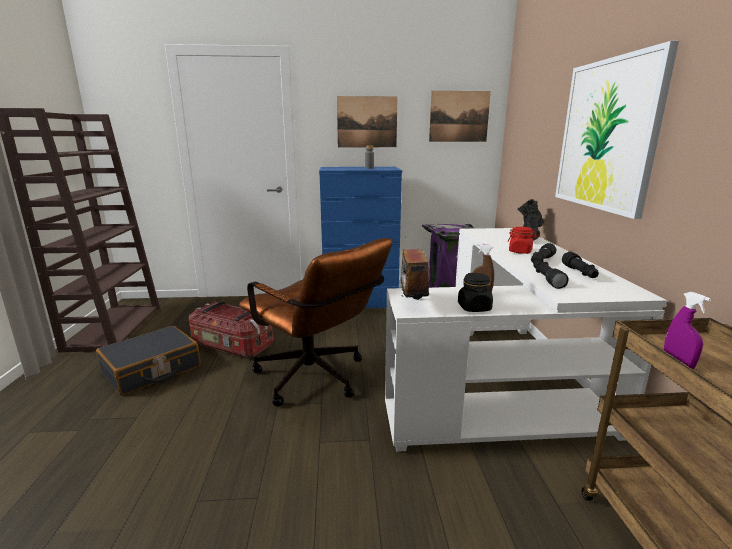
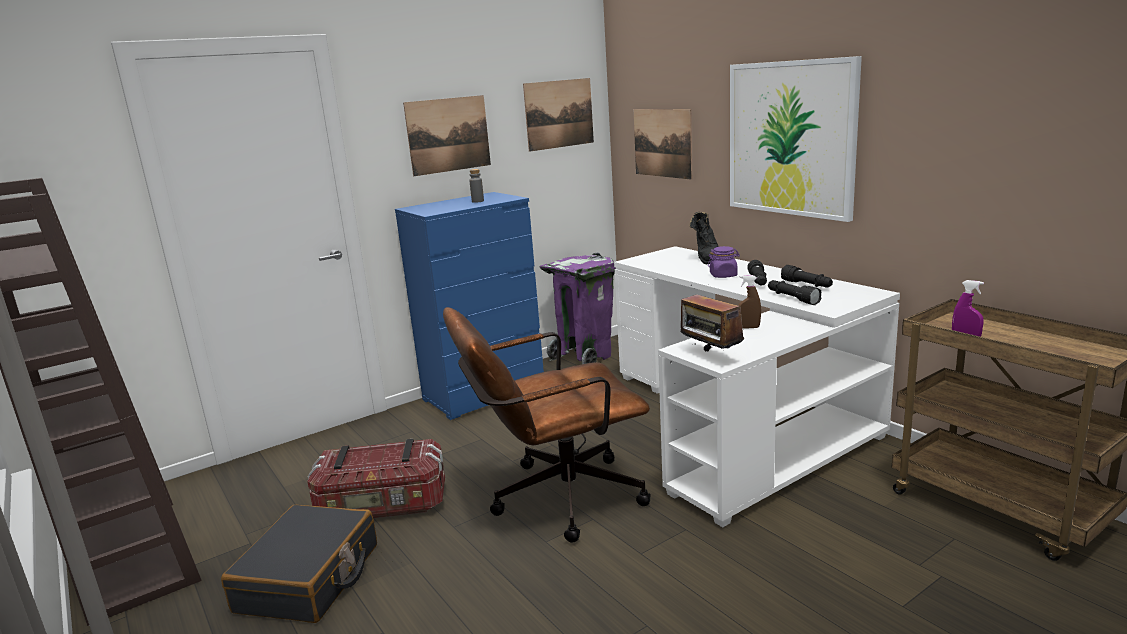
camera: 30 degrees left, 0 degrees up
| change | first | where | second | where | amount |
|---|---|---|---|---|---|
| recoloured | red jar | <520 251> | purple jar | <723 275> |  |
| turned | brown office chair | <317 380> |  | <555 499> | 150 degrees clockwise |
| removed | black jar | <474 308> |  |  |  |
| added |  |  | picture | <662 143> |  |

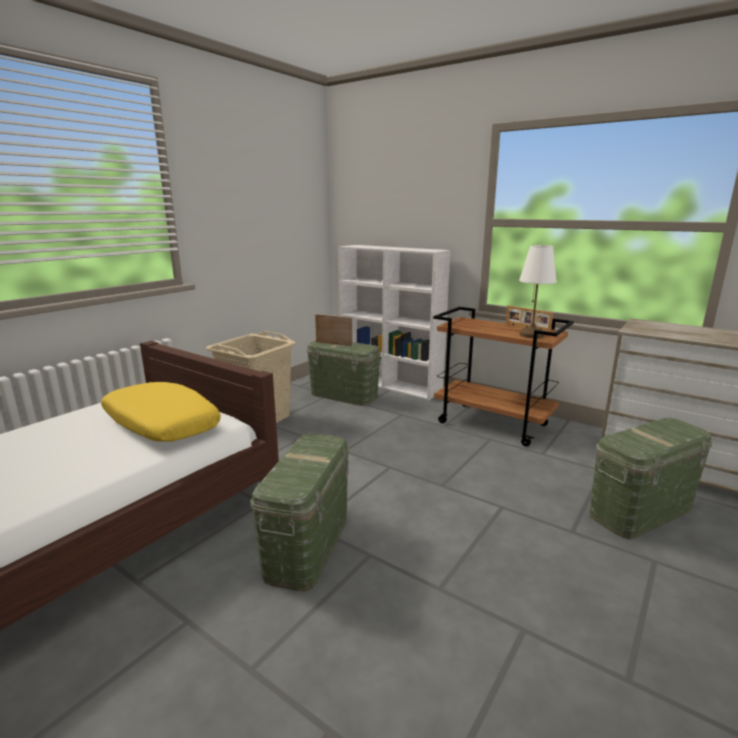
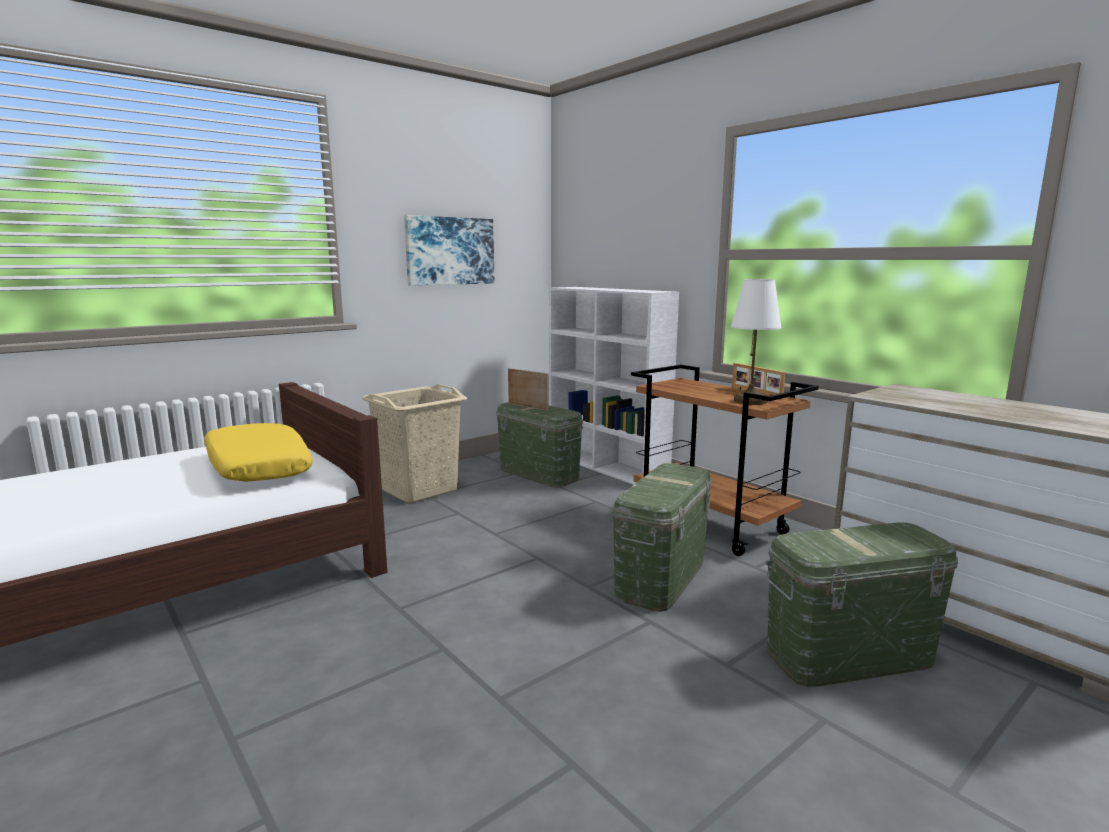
camera: 15 degrees right, 5 degrees down
| change | first | where | second | where | amount |
|---|---|---|---|---|---|
| moved | green storage box | <307 545> |  | <661 578> |  |
| added |  |  | picture | <449 251> |  |

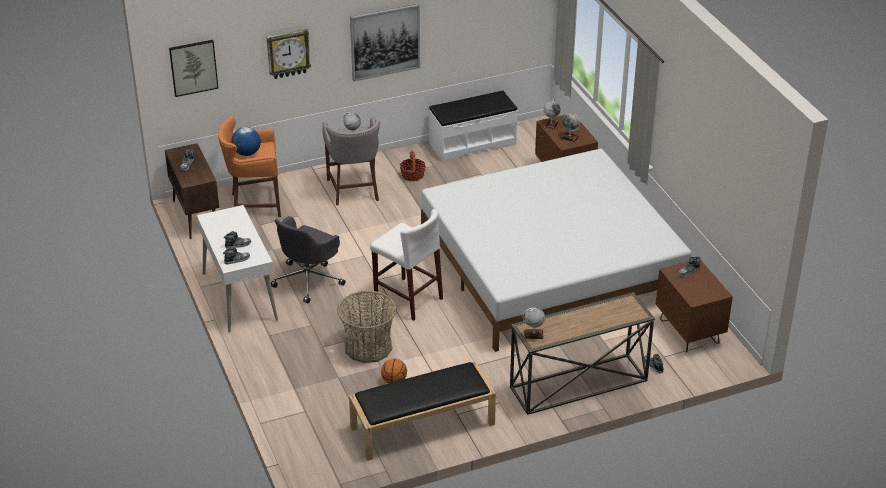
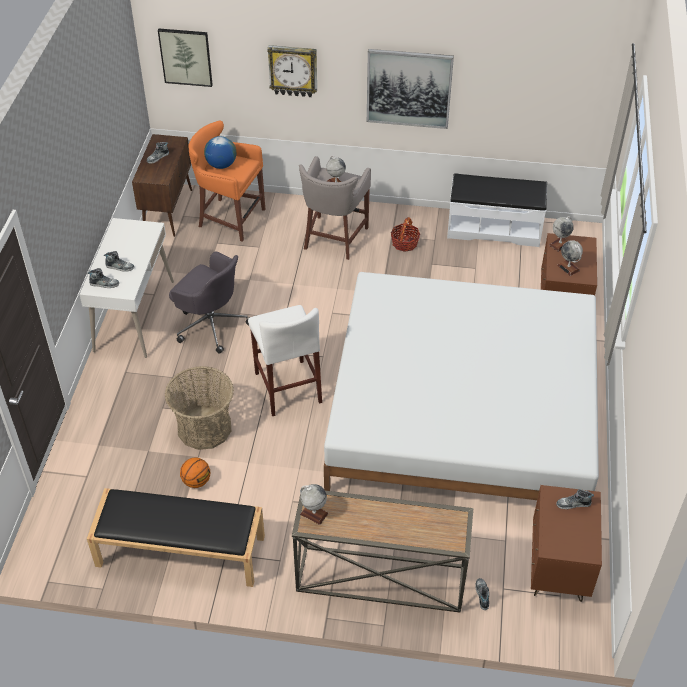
camera: 30 degrees right, 10 degrees up
| change | first | where | second | where | amount |
|---|---|---|---|---|---|
| turned | grey office chair | <308 280> |  | <211 324> | 120 degrees counterclockwise |

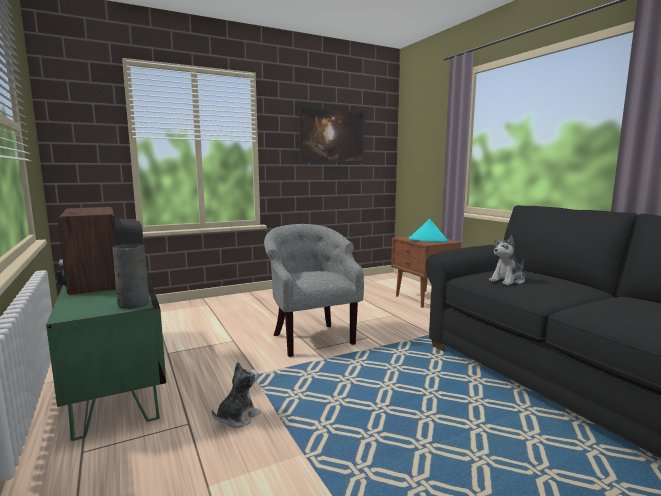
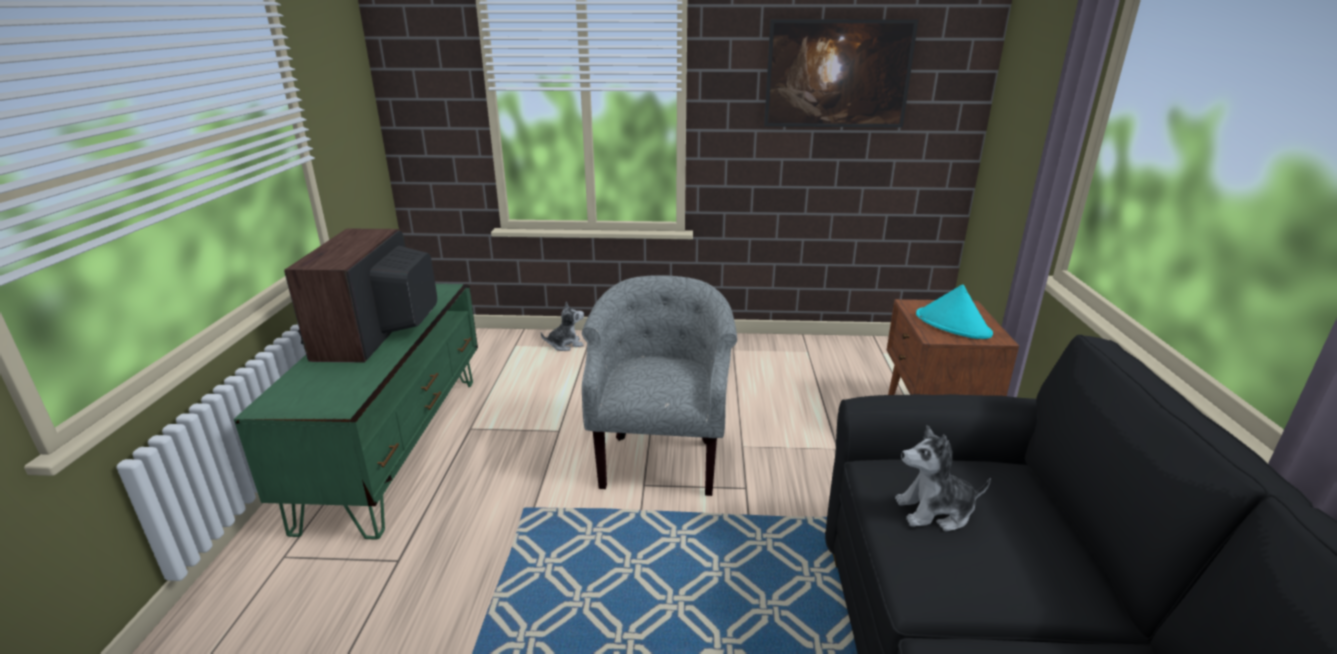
camera: 30 degrees right, 15 degrees up
| change | first | where | second | where | amount |
|---|---|---|---|---|---|
| removed | grey vase | <132 304> |  |  |  |
| moved | plush toy | <237 417> |  | <565 344> |  |

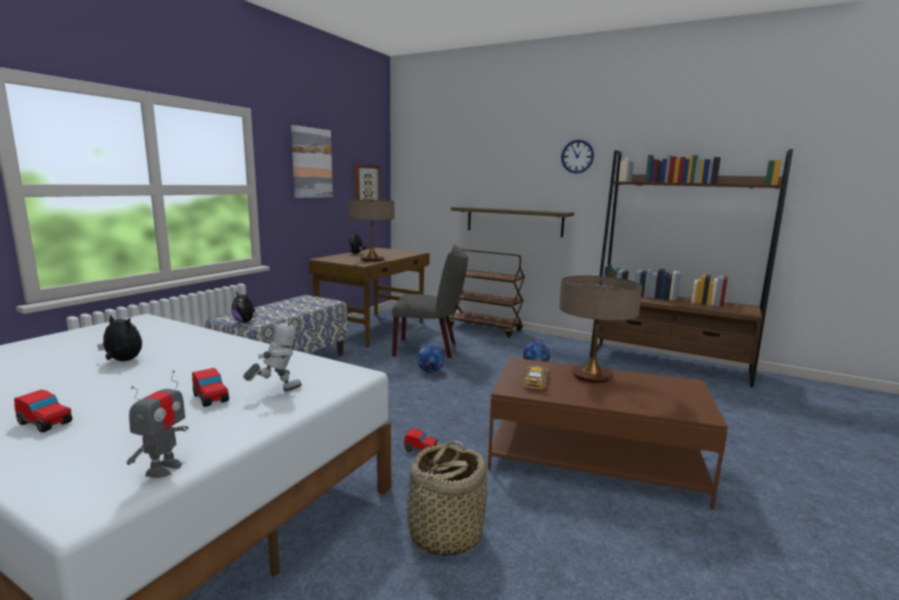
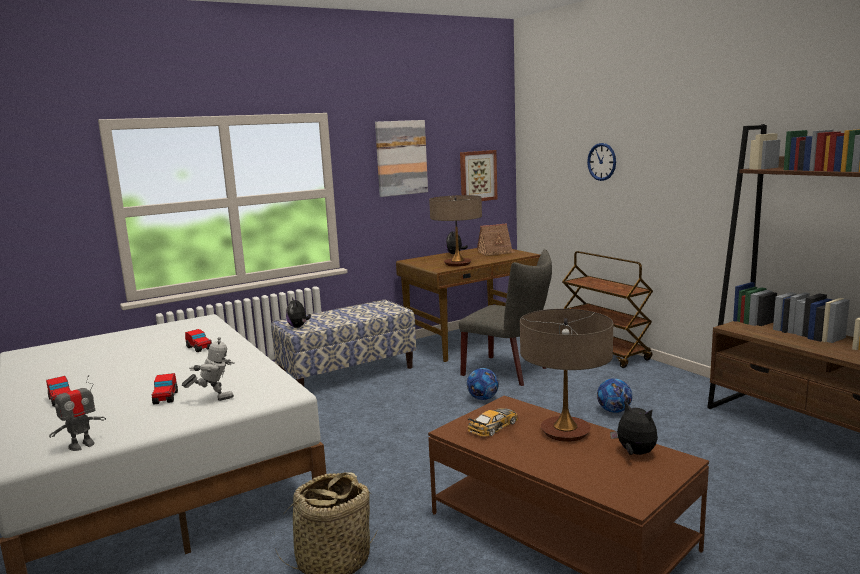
camera: 30 degrees right, 0 degrees up
| change | first | where | second | where | amount |
|---|---|---|---|---|---|
| moved | wall clock | <577 156> |  | <601 162> |  |
| removed | shelf | <514 221> |  |  |  |
| moved | plush toy | <122 361> |  | <635 453> |  |
| moved | toy car | <421 449> |  | <199 348> |  |
| added |  |  | toy house | <496 252> |  |

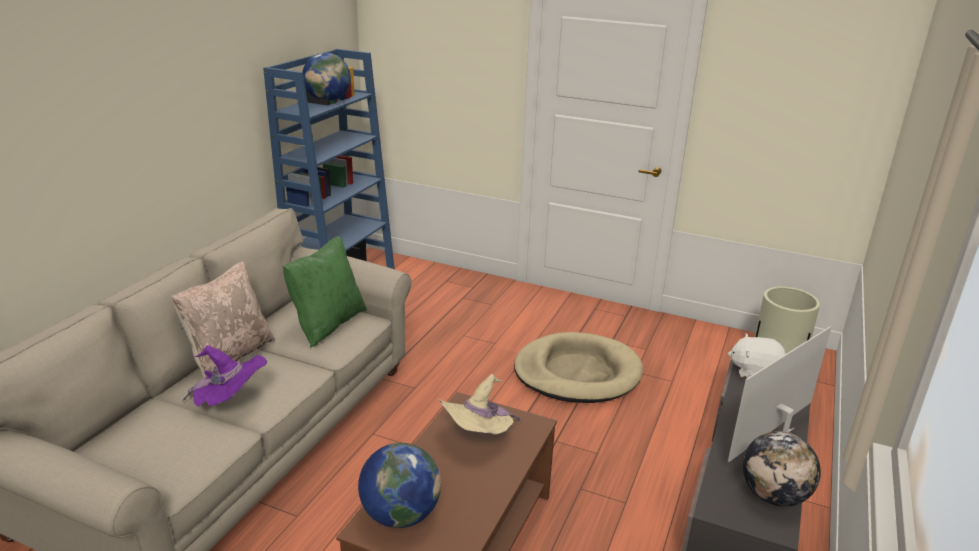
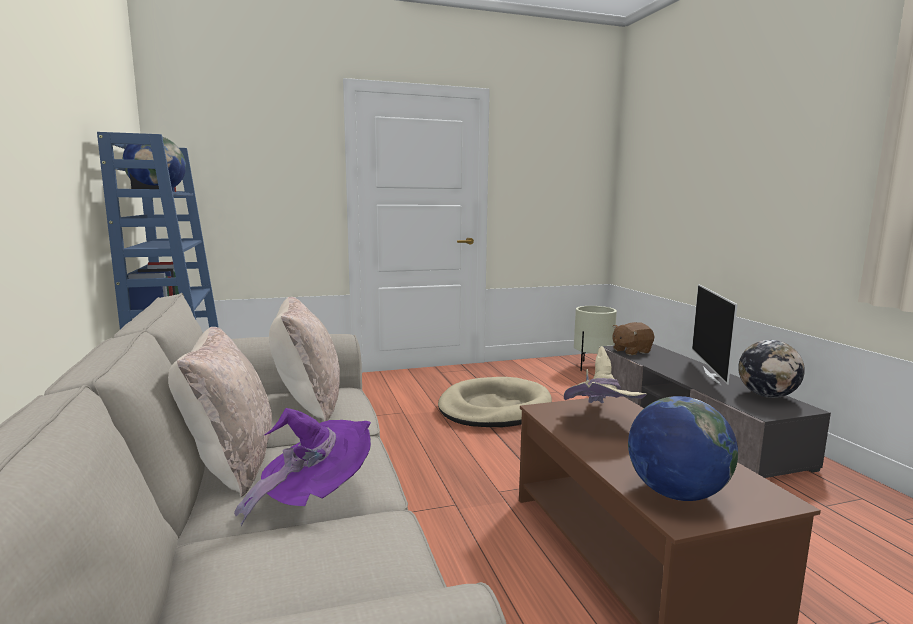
camera: 40 degrees left, 15 degrees down
| change | first | where | second | where | amount |
|---|---|---|---|---|---|
| recoloured | green pillow | <327 324> | beige pillow | <308 403> |  |
| recoloured | white plush toy | <755 372> | brown plush toy | <631 351> |  |

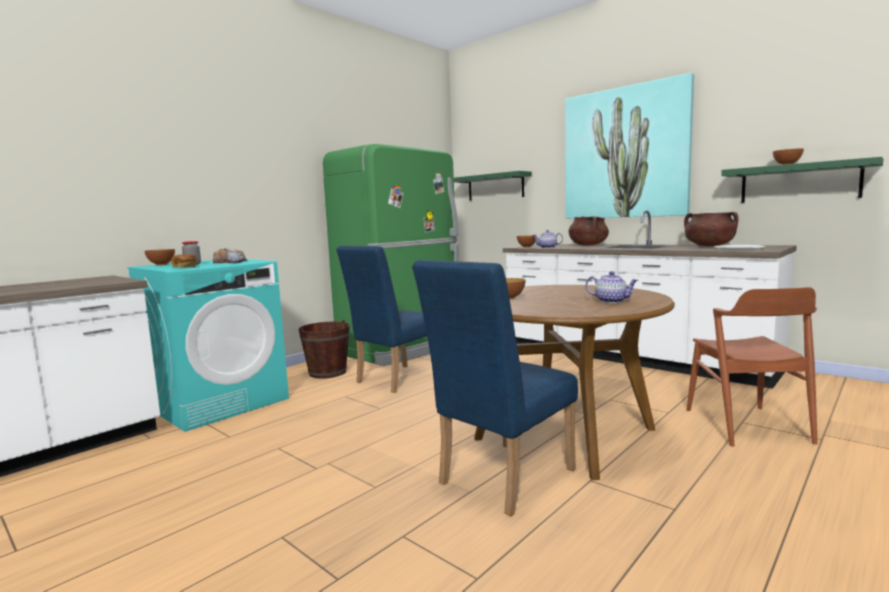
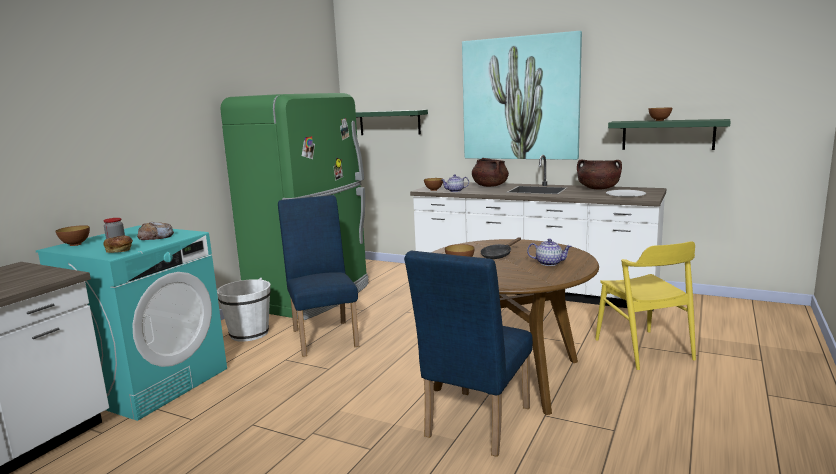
camera: 15 degrees left, 5 degrees up
| change | first | where | second | where | amount |
|---|---|---|---|---|---|
| turned | blue chair | <394 380> |  | <324 335> | 135 degrees clockwise |
| recoloured | brown chair | <746 425> | yellow chair | <643 349> |  |
| recoloured | brown bucket | <327 372> | white bucket | <249 333> |  |
| added |  |  | black frying pan | <498 255> |  |

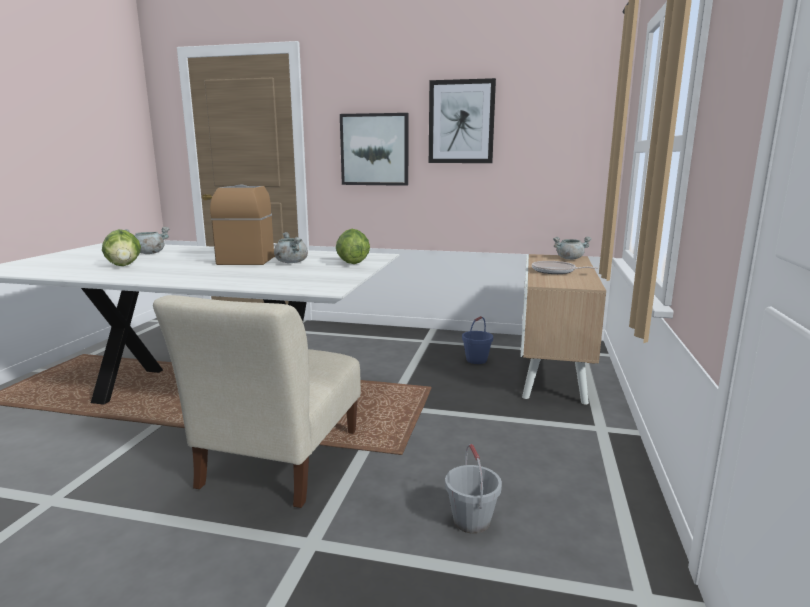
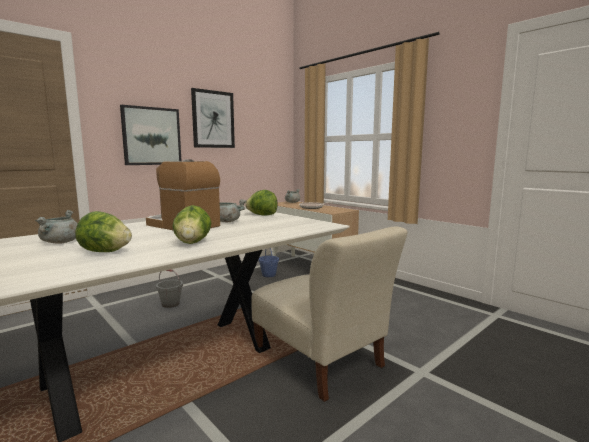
camera: 55 degrees left, 5 degrees down
| change | first | where | second | where | amount |
|---|---|---|---|---|---|
| moved | grey bucket | <472 521> |  | <171 304> |  |
| added |  |  | lettuce | <193 243> |  |

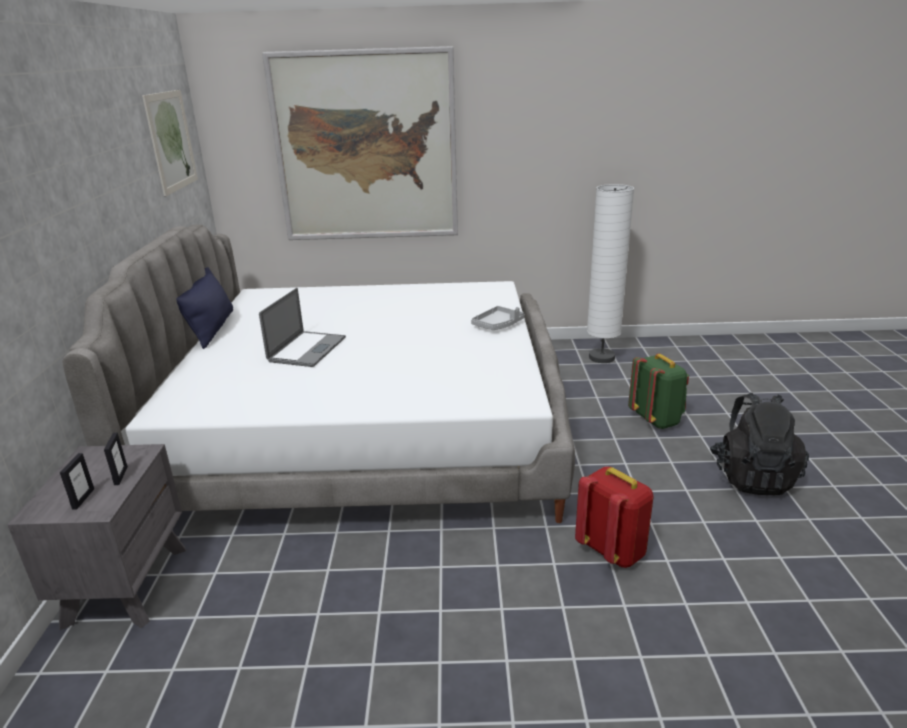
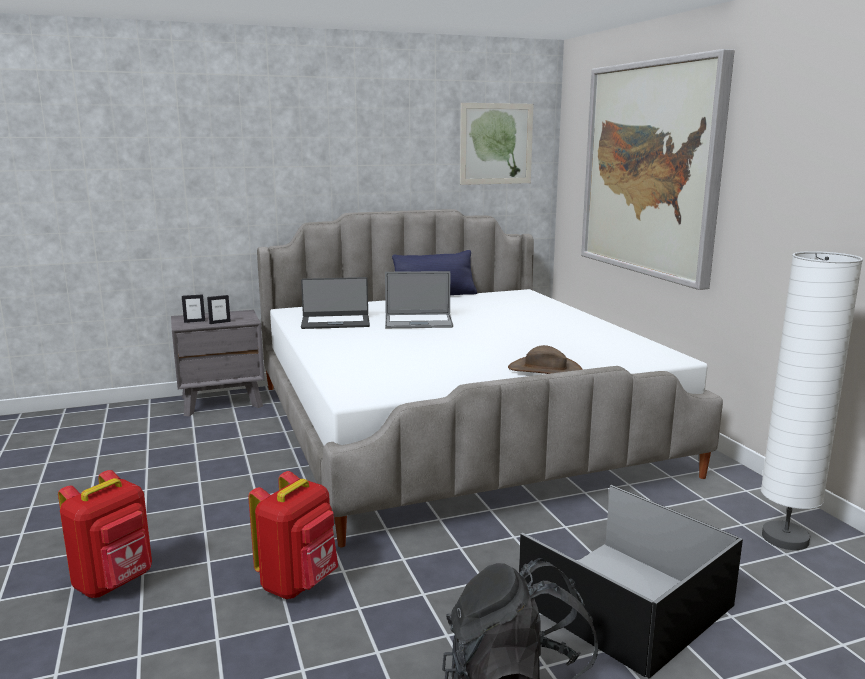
camera: 70 degrees right, 10 degrees down
| change | first | where | second | where | amount |
|---|---|---|---|---|---|
| replaced | grey tray | <498 325> | brown hat | <545 370> |  |
| replaced | green backpack | <656 420> | black storage box | <626 601> |  |
| added |  |  | laptop | <335 322> |  |
| added |  |  | red backpack | <115 582> |  |

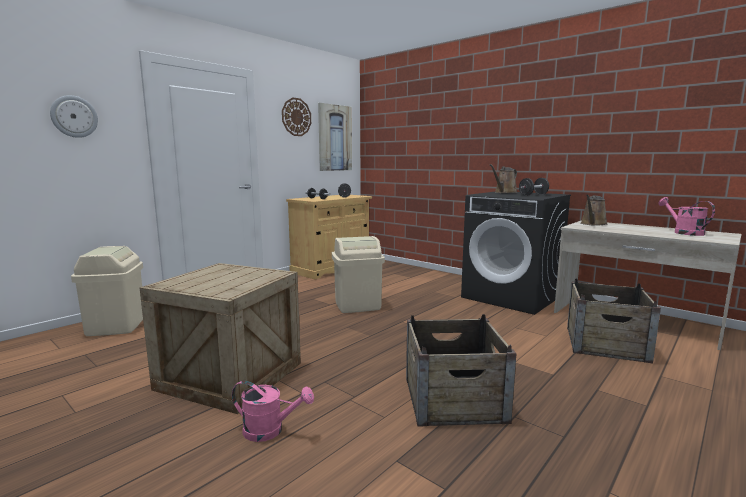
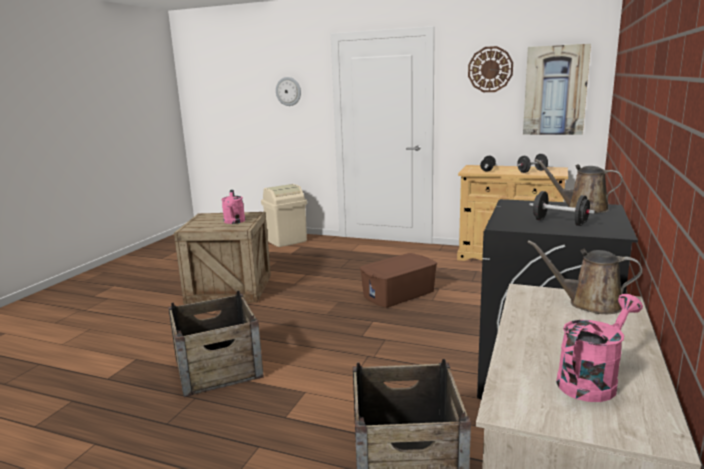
camera: 70 degrees right, 5 degrees up
| change | first | where | second | where | amount |
|---|---|---|---|---|---|
| replaced | beige trash can | <357 305> | brown storage box | <399 294> |  |
| moved | pink watering can | <270 431> |  | <234 222> |  |

